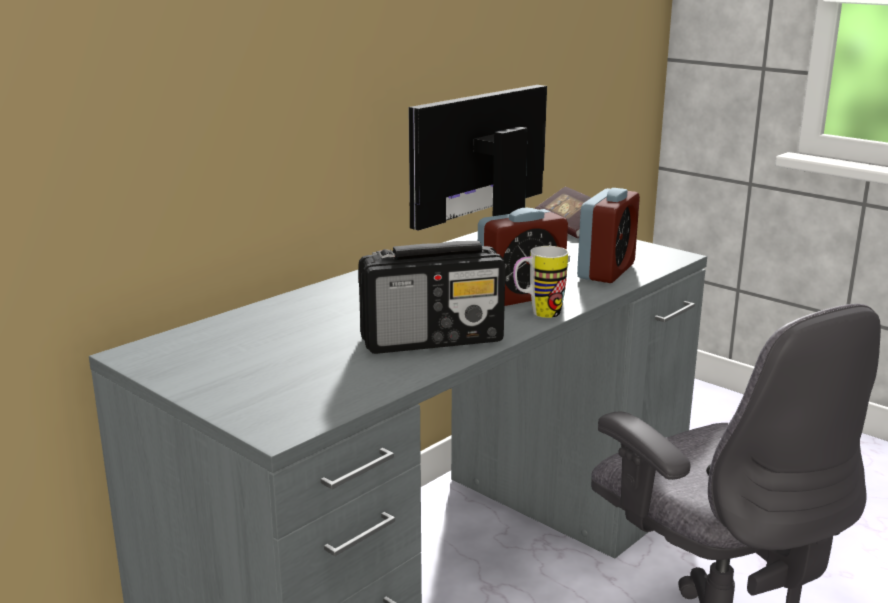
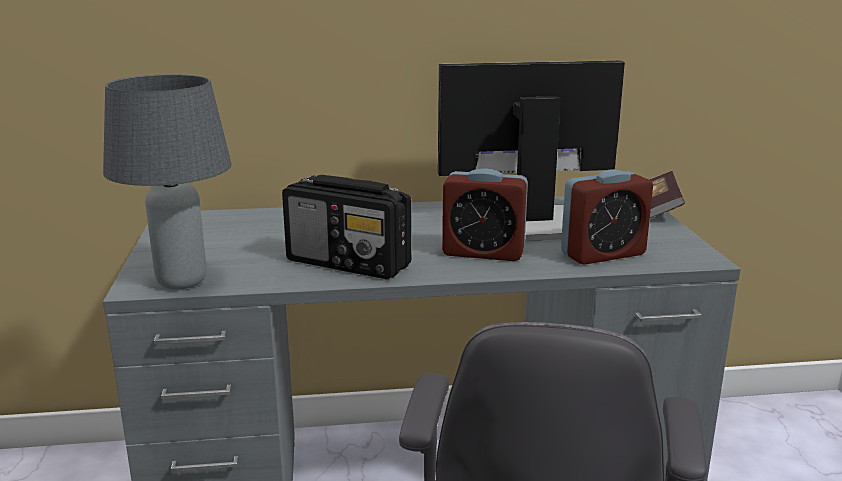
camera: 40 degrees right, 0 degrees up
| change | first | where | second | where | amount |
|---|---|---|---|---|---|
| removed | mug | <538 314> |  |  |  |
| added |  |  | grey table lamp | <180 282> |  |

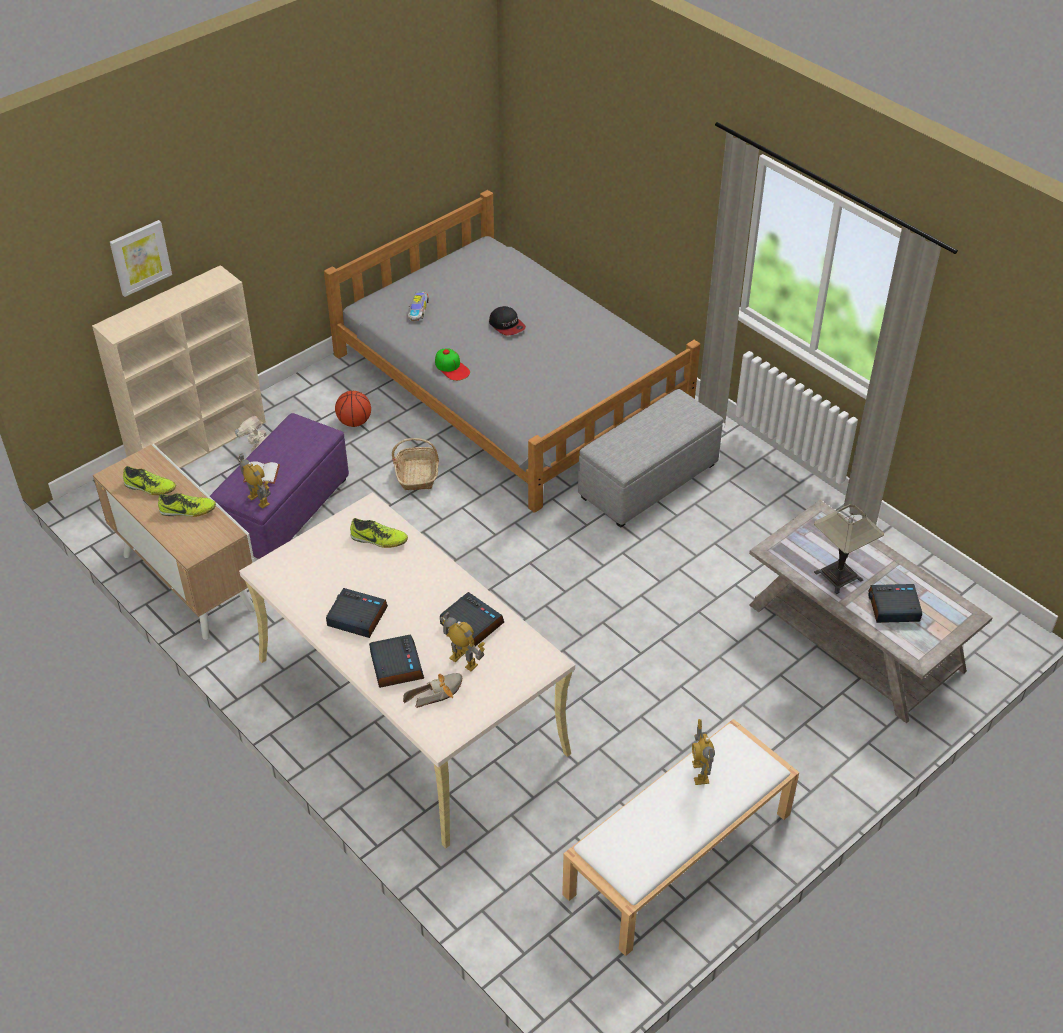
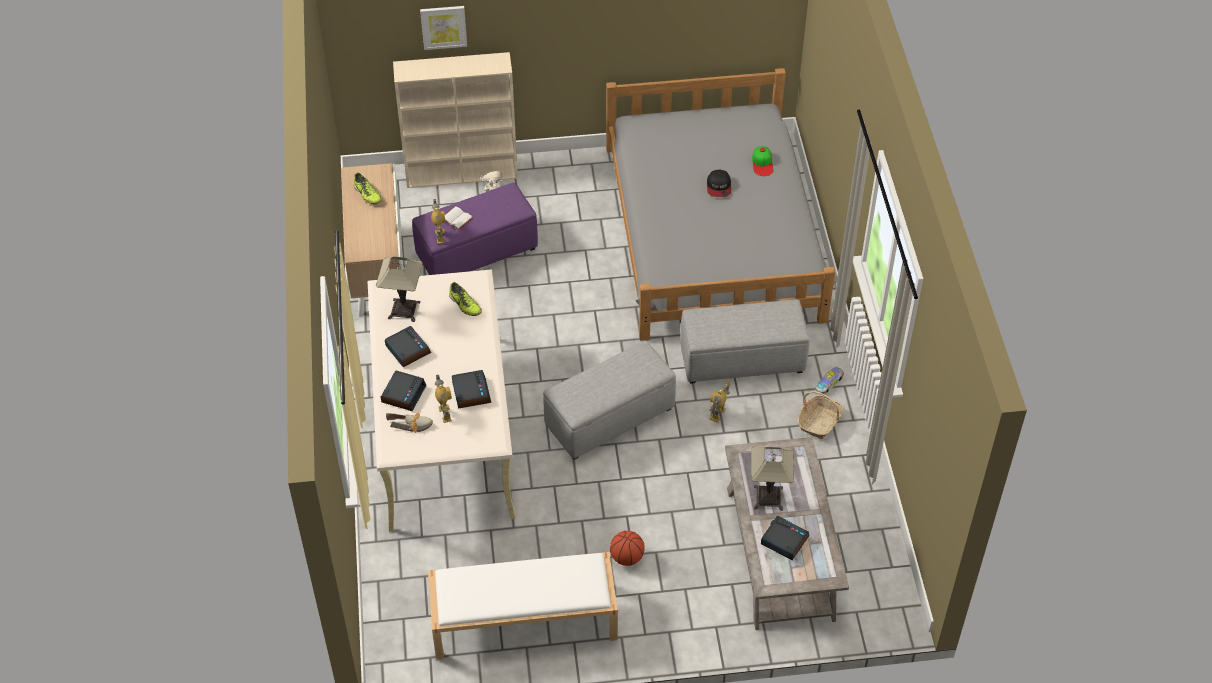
camera: 35 degrees right, 5 degrees up
| change | first | where | second | where | amount |
|---|---|---|---|---|---|
| moved | toy car | <418 311> |  | <829 383> |  |
| moved | cap | <452 367> |  | <762 163> |  |
| moved | basketball | <354 422> |  | <626 557> |  |
| moved | basket | <417 474> |  | <819 421> |  |
| removed | shoe | <188 511> |  |  |  |
| moved | toy robot | <700 772> |  | <718 414> |  |
| added |  |  | table lamp | <404 310> |  |
| added |  |  | grey ottoman | <609 418> |  |

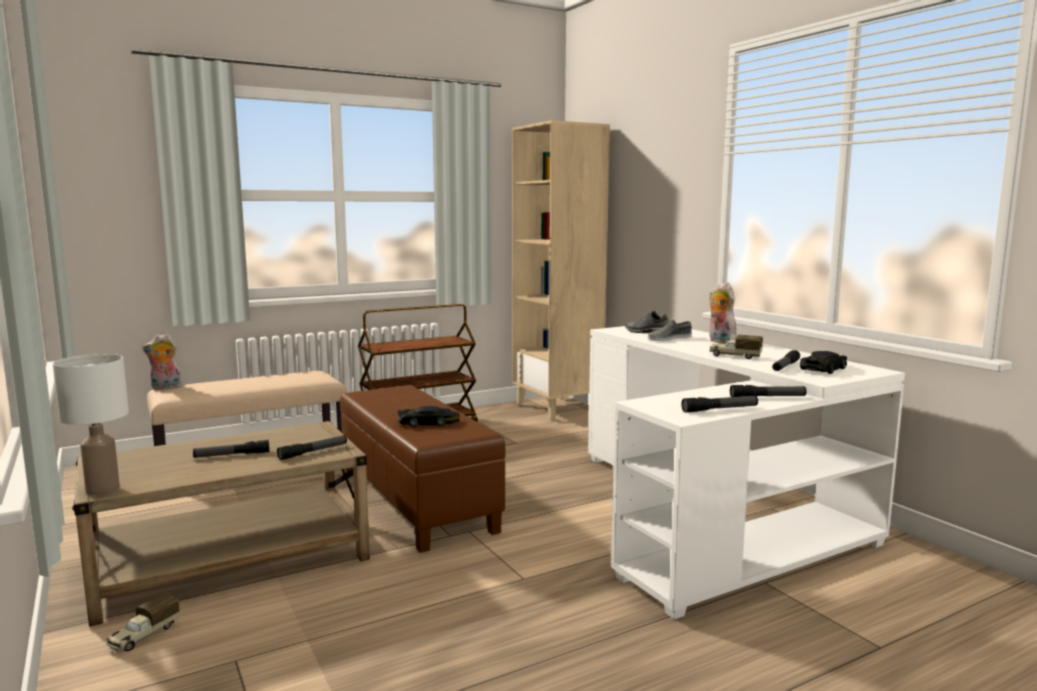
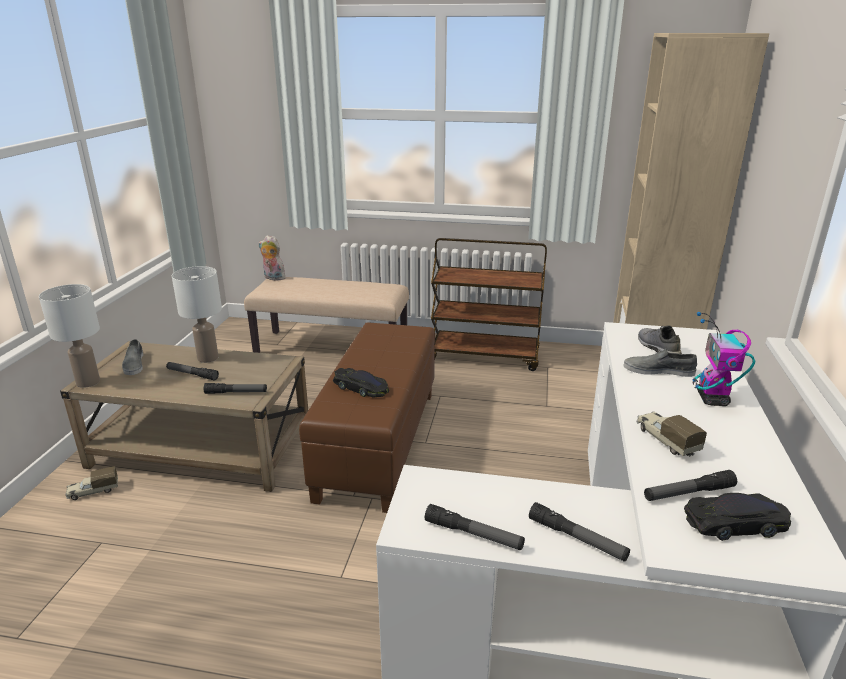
camera: 40 degrees right, 15 degrees up
| change | first | where | second | where | amount |
|---|---|---|---|---|---|
| replaced | plush toy | <719 341> | toy robot | <712 399> |  |
| added |  |  | white table lamp | <207 358> |  |
| added |  |  | grey shoe | <134 364> |  |

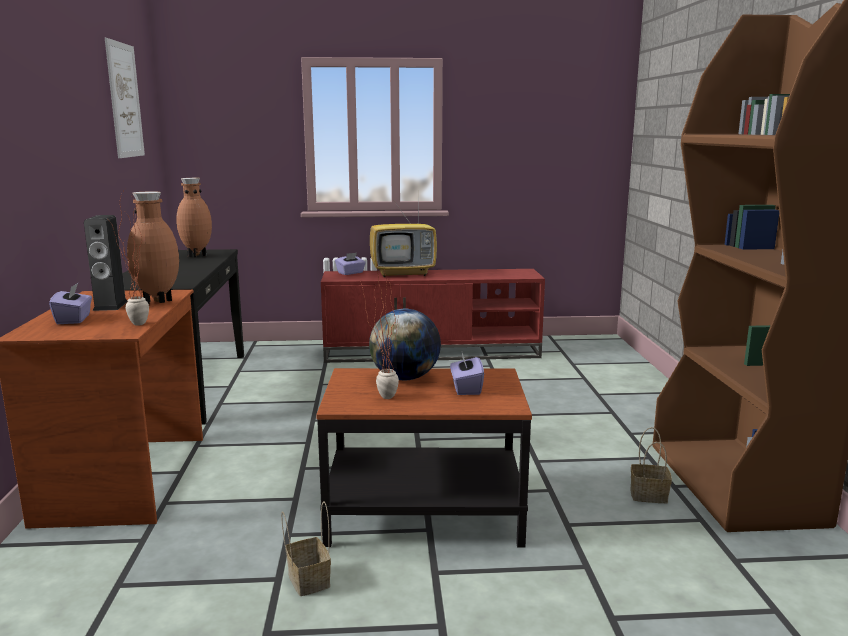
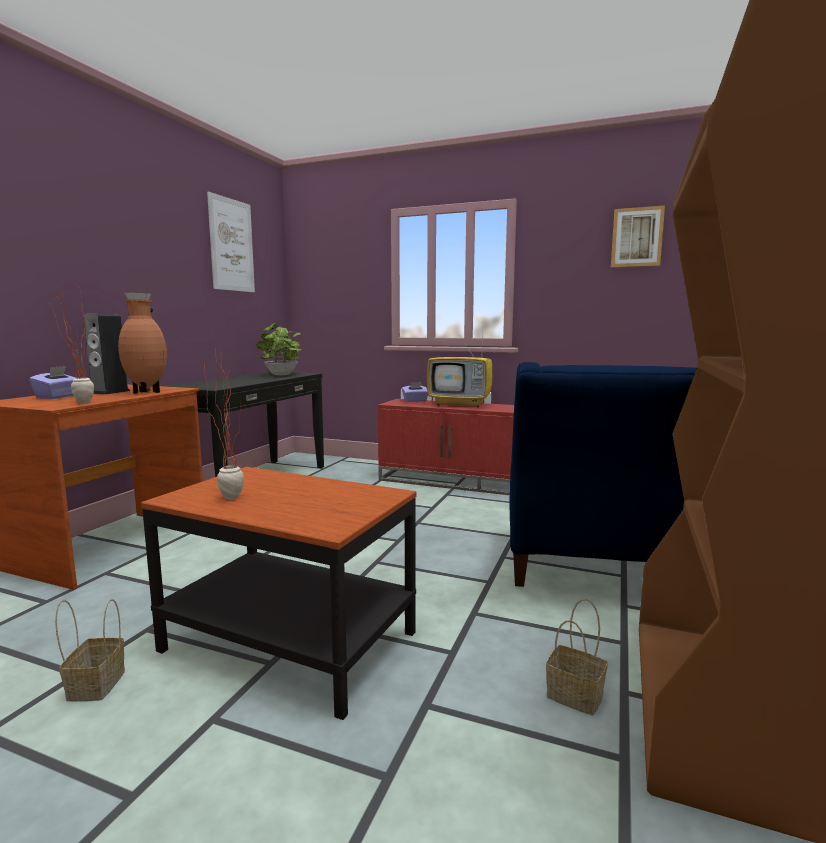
camera: 25 degrees right, 5 degrees down
| change | first | where | second | where | amount |
|---|---|---|---|---|---|
| replaced | brown vase | <196 255> | potted plant | <281 375> |  |
| removed | globe | <405 378> |  |  |  |
| removed | purple tissue box | <466 388> |  |  |  |
| added |  |  | picture | <637 237> |  |
| added |  |  | blue armchair | <588 569> |  |

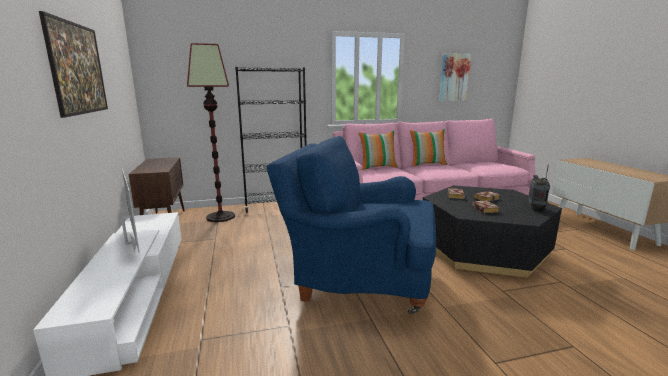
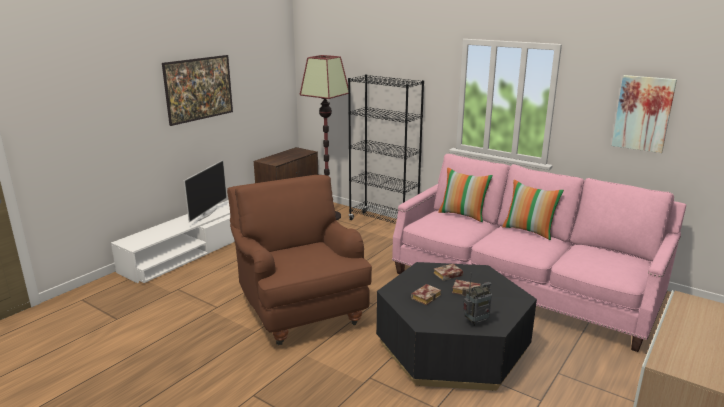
camera: 50 degrees right, 5 degrees up
| change | first | where | second | where | amount |
|---|---|---|---|---|---|
| recoloured | blue armchair | <359 281> | brown armchair | <300 309> |  |

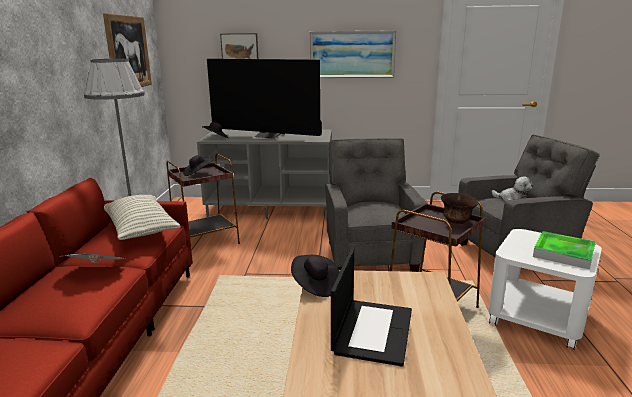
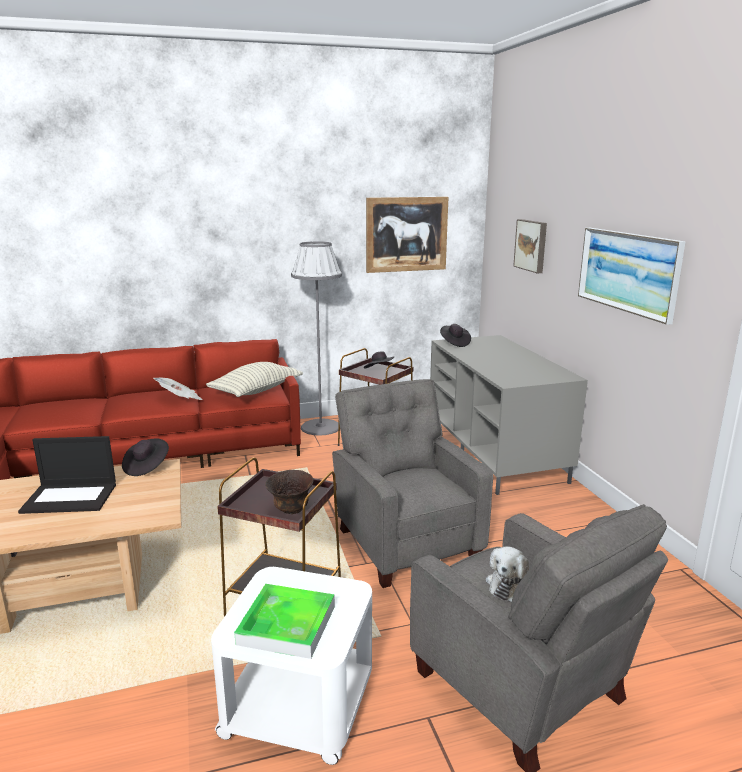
camera: 70 degrees right, 0 degrees up
| change | first | where | second | where | amount |
|---|---|---|---|---|---|
| removed | television | <268 136> |  |  |  |
| turned | grey armchair | <370 256> |  | <406 542> | 90 degrees counterclockwise |

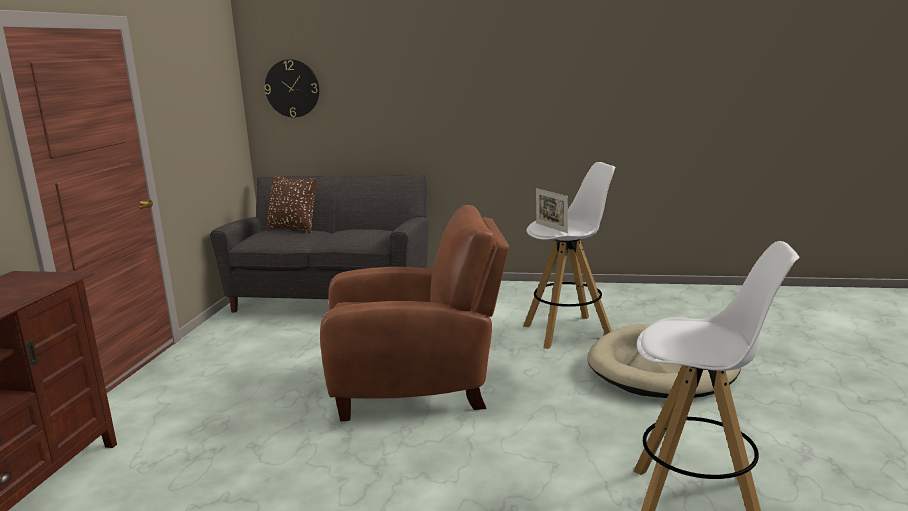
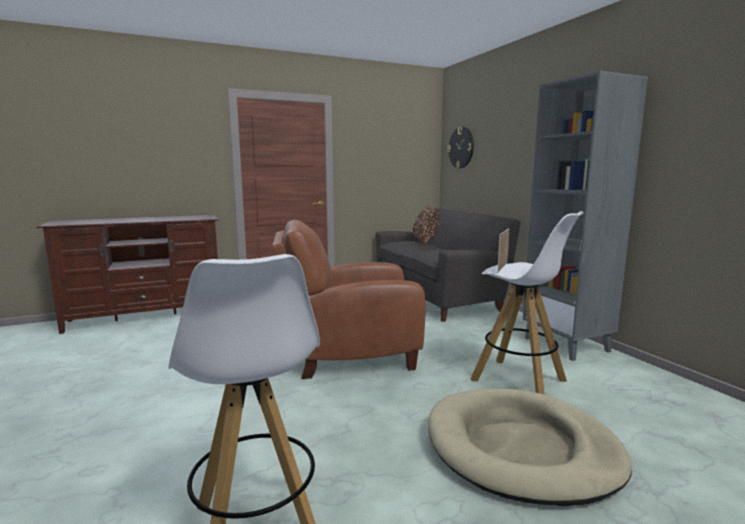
camera: 55 degrees right, 5 degrees down
| change | first | where | second | where | amount |
|---|---|---|---|---|---|
| turned | brown armchair | <417 386> |  | <348 355> | 120 degrees clockwise |
| added |  |  | grey bookcase | <567 344> |  |

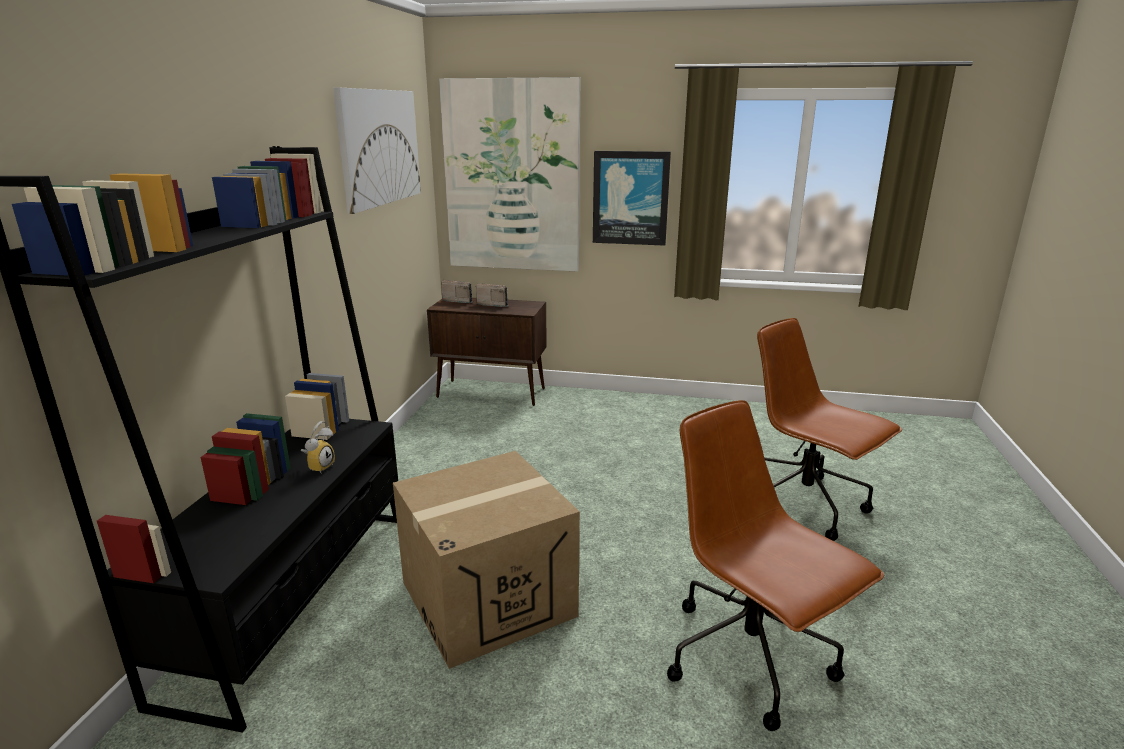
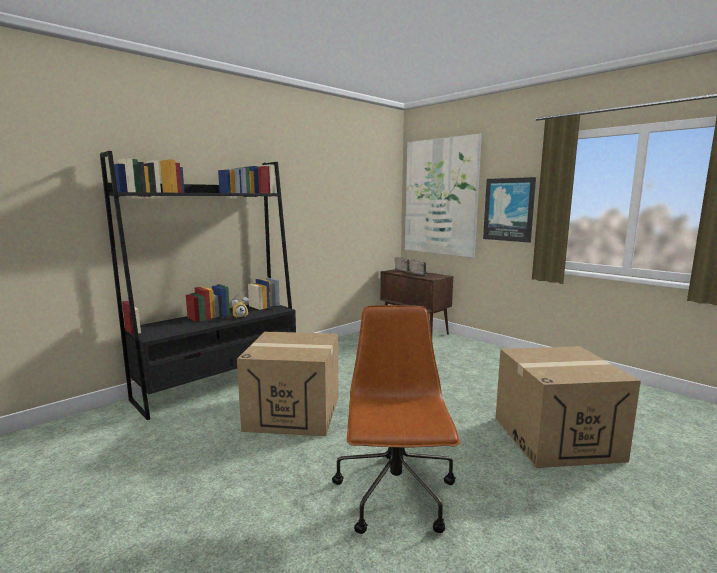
camera: 35 degrees right, 10 degrees down
| change | first | where | second | where | amount |
|---|---|---|---|---|---|
| removed | picture | <379 147> |  |  |  |
| replaced | brown office chair | <805 505> | cardboard box | <556 438> |  |

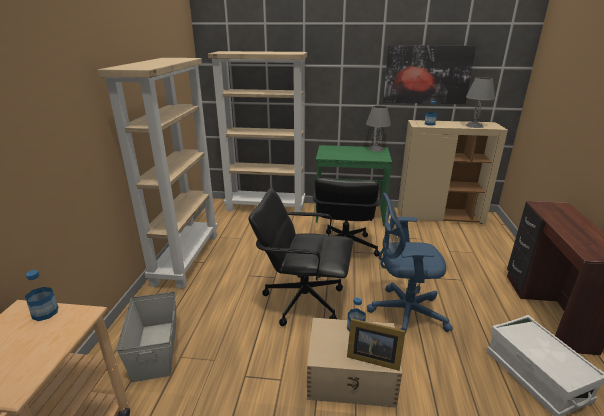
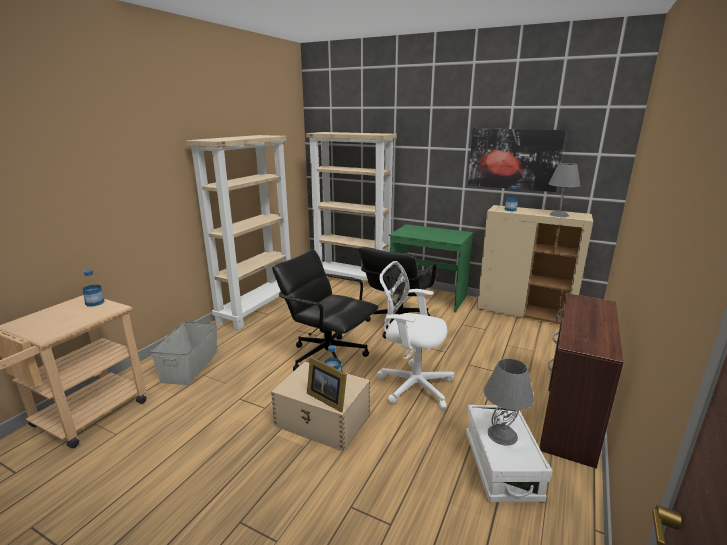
camera: 20 degrees right, 5 degrees down
| change | first | where | second | where | amount |
|---|---|---|---|---|---|
| moved | grey table lamp | <376 149> |  | <502 434> |  |
| recoloured | blue office chair | <403 312> | white office chair | <412 385> |  |

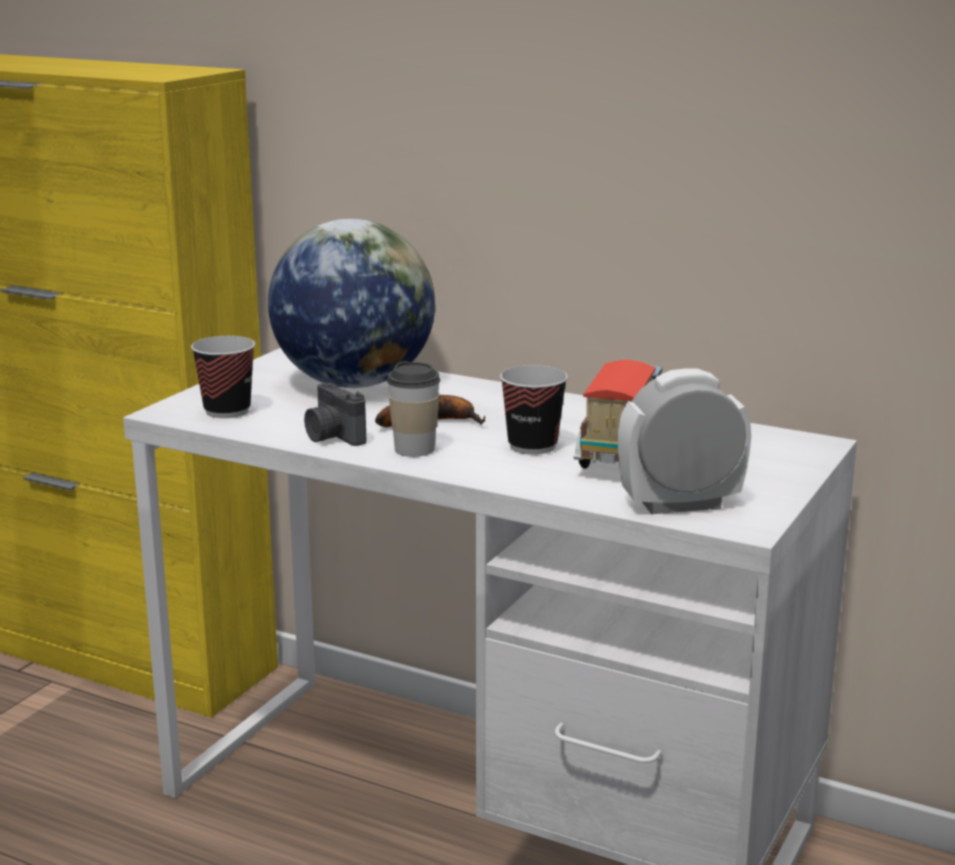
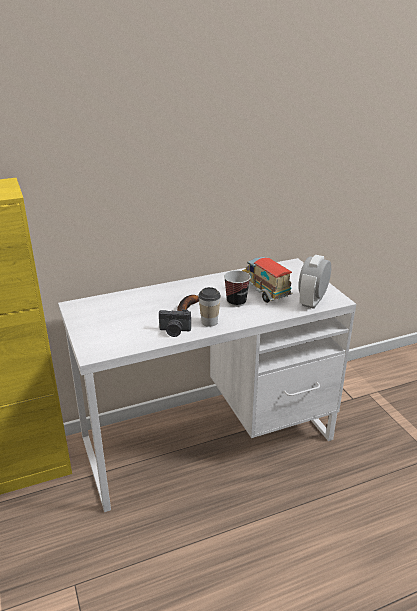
camera: 50 degrees left, 10 degrees up
| change | first | where | second | where | amount |
|---|---|---|---|---|---|
| removed | globe | <354 383> |  |  |  |
| removed | cup | <227 411> |  |  |  |

